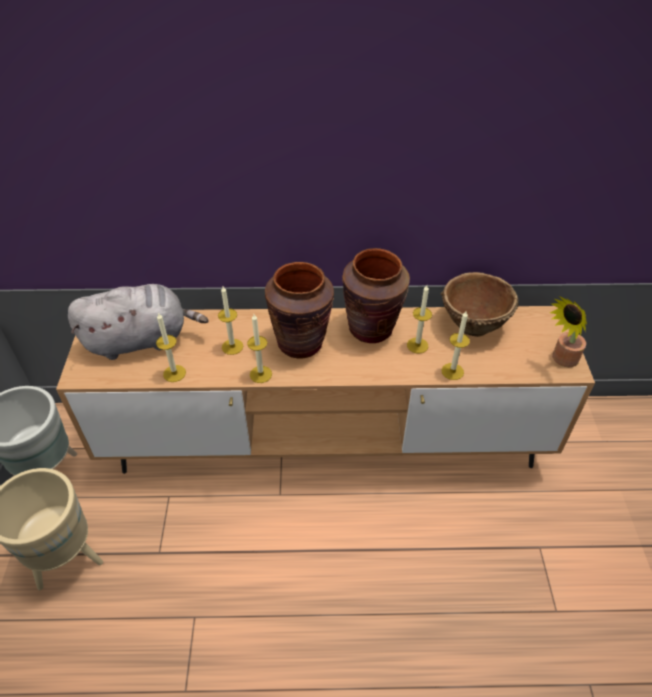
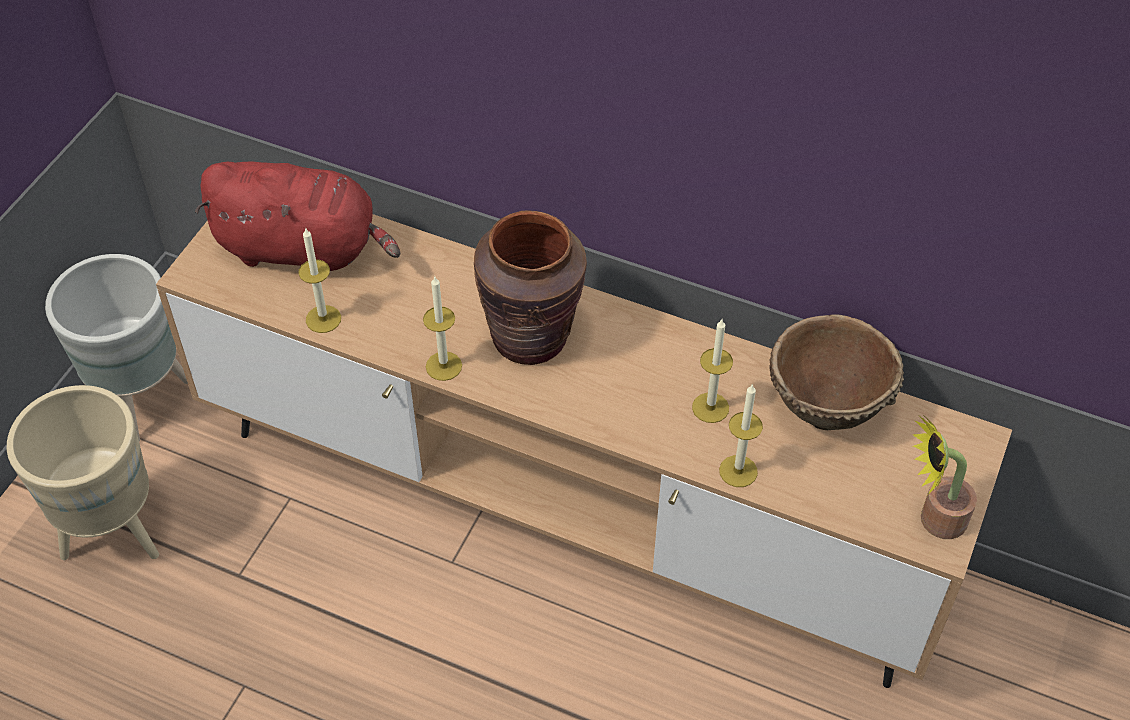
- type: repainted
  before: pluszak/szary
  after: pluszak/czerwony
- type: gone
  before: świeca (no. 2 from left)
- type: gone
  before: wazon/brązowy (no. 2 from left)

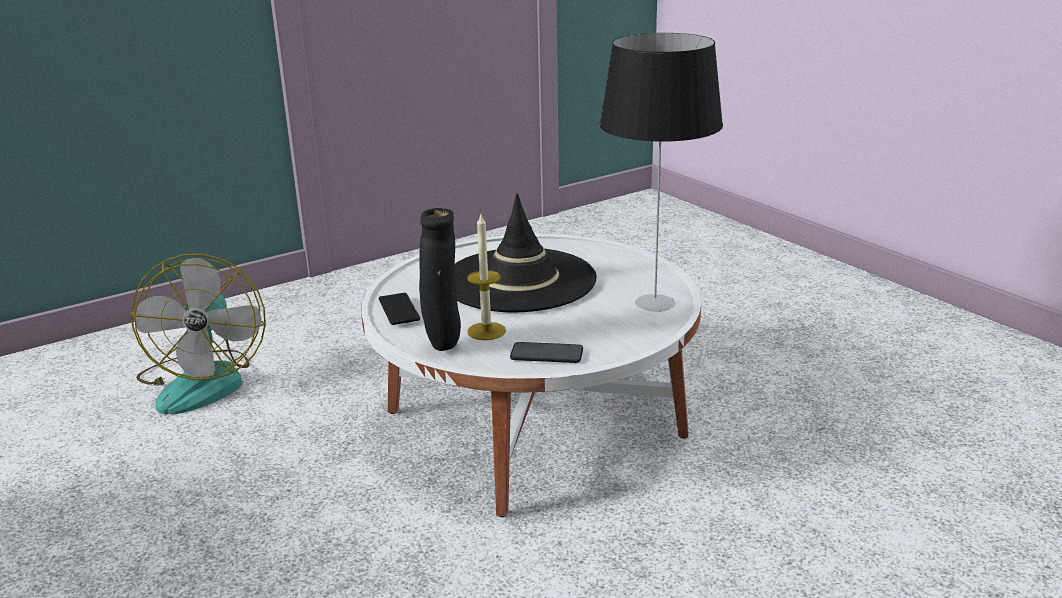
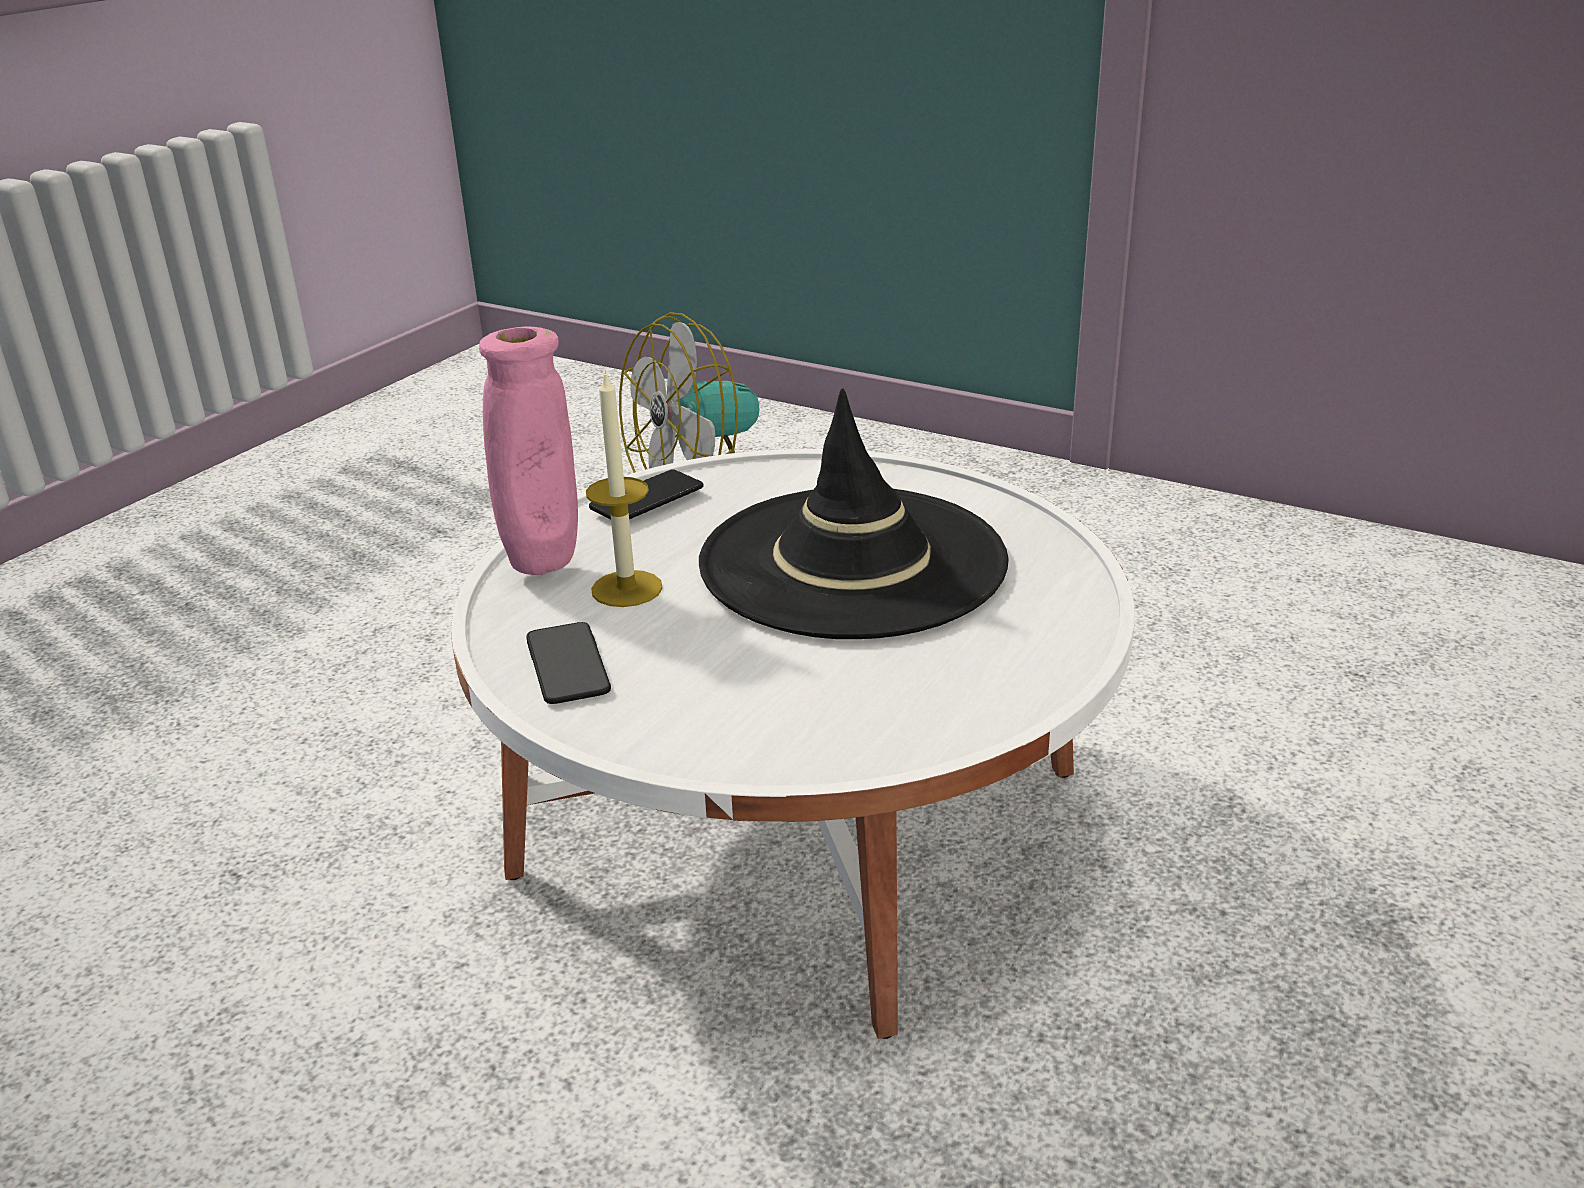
- type: repainted
  before: wazon/czarny
  after: wazon/różowy
- type: gone
  before: lampa stołowa

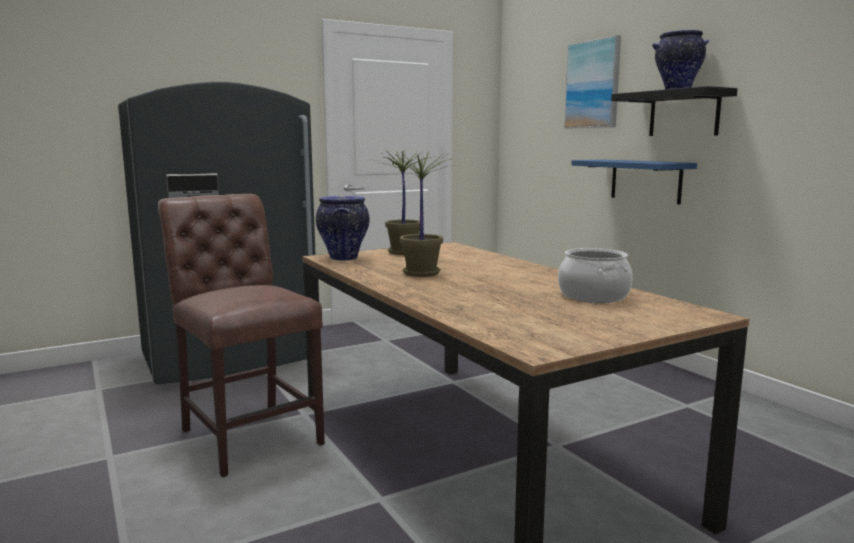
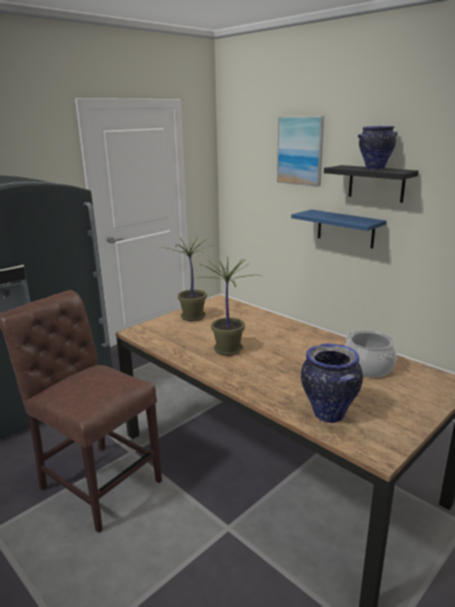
- type: shifted
  before: wazon (no. 1 from left)

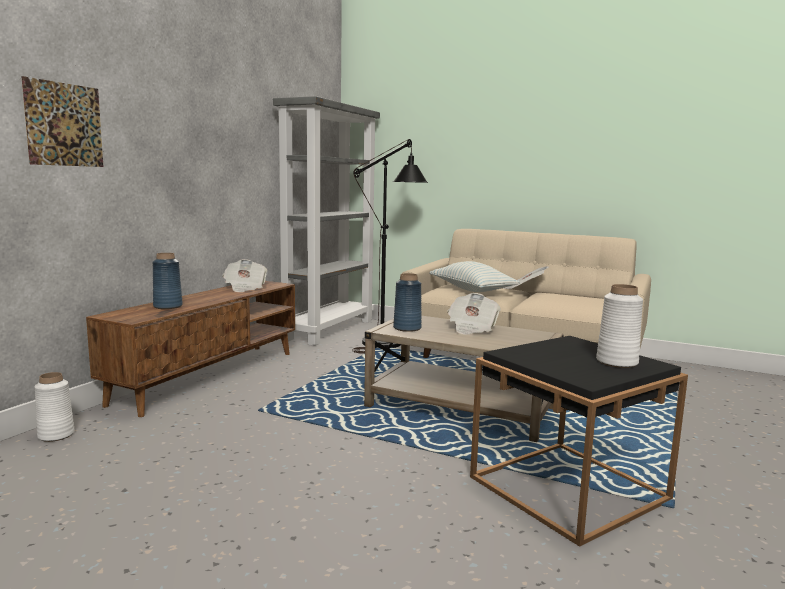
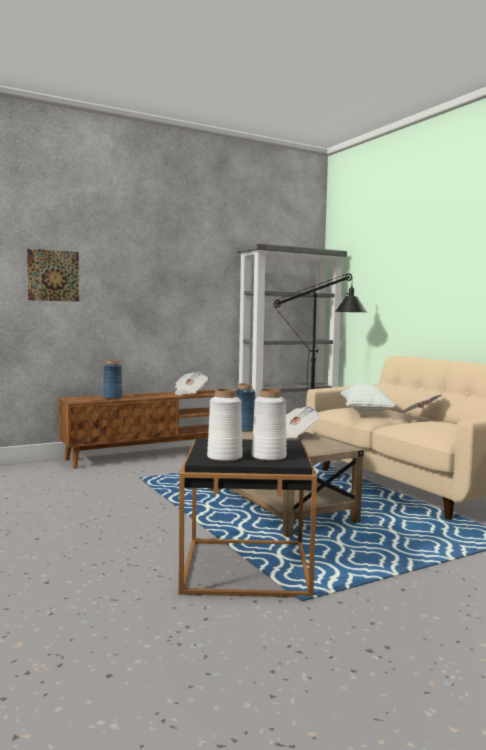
- type: shifted
  before: wazon/biały (no. 1 from left)

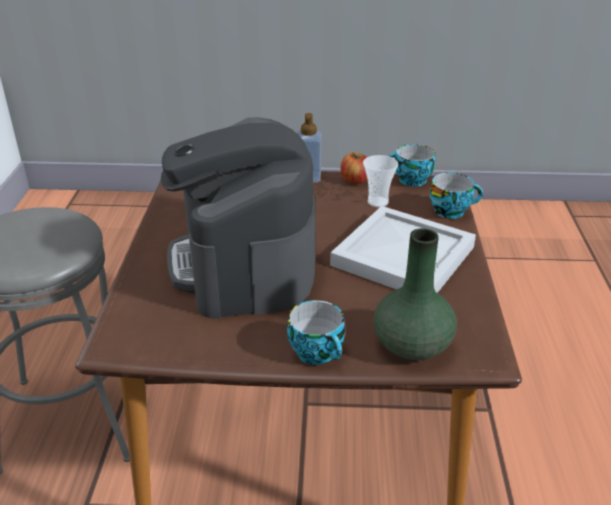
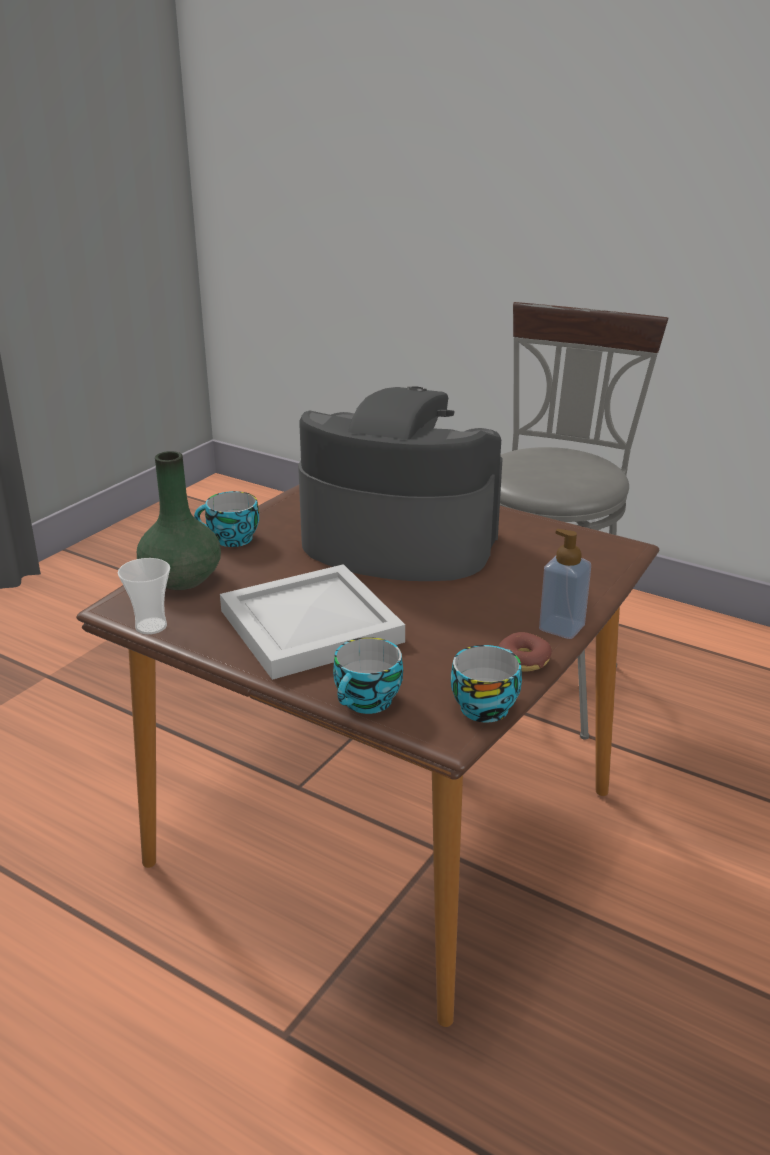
- type: swapped
  before: jabłko
  after: donut
- type: shifted
  before: filiżanka (no. 2 from left in the first image)
  after: filiżanka (no. 1 from left)

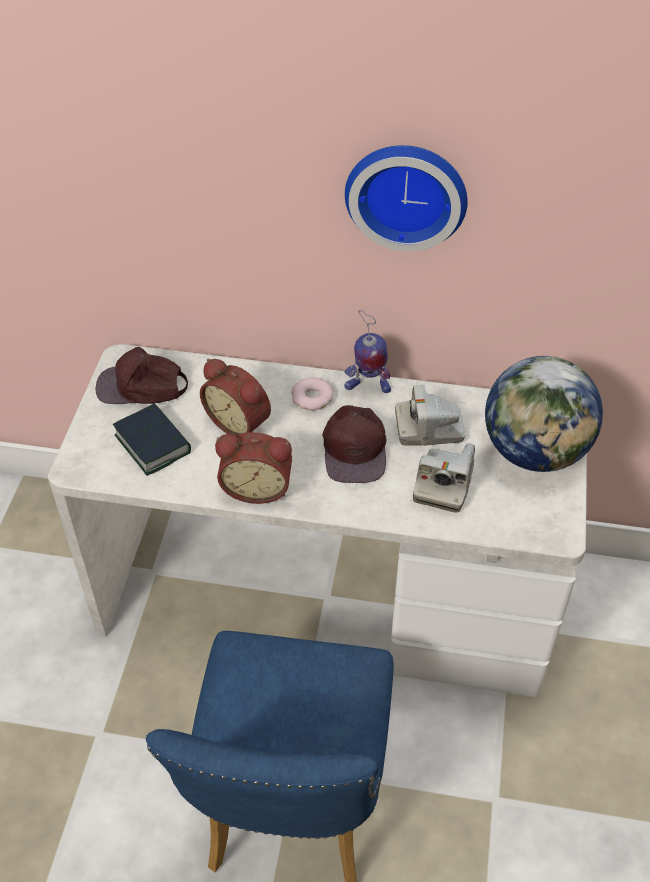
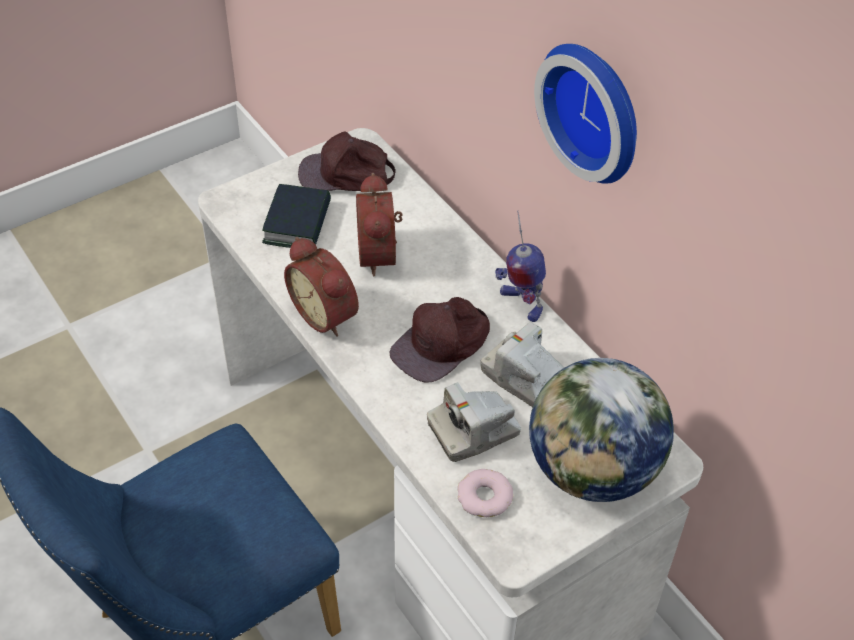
- type: rotated
  before: czapka z daszkiem/brązowy (no. 1 from left)
  turn: -45
- type: shifted
  before: donut

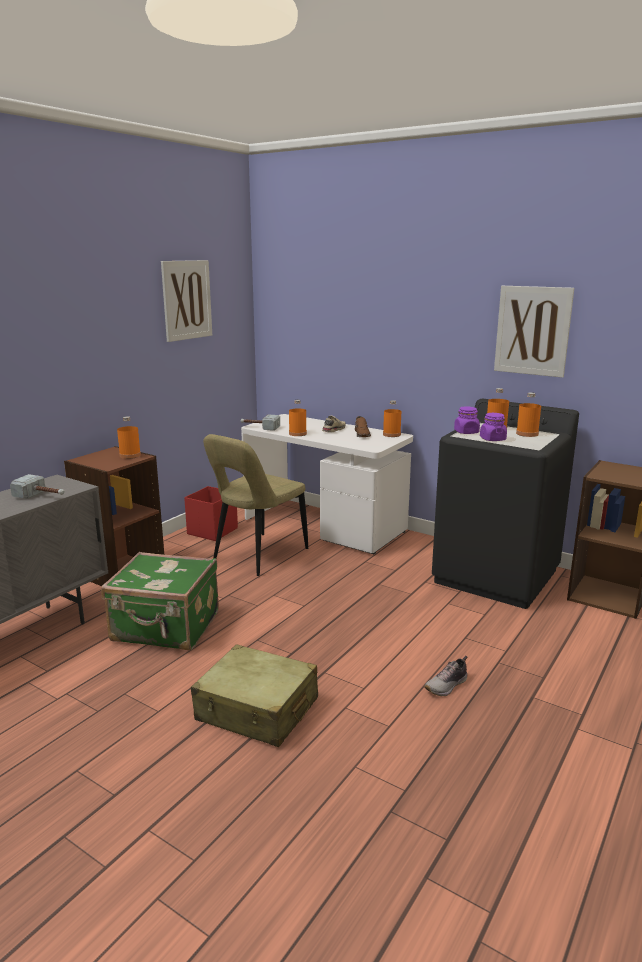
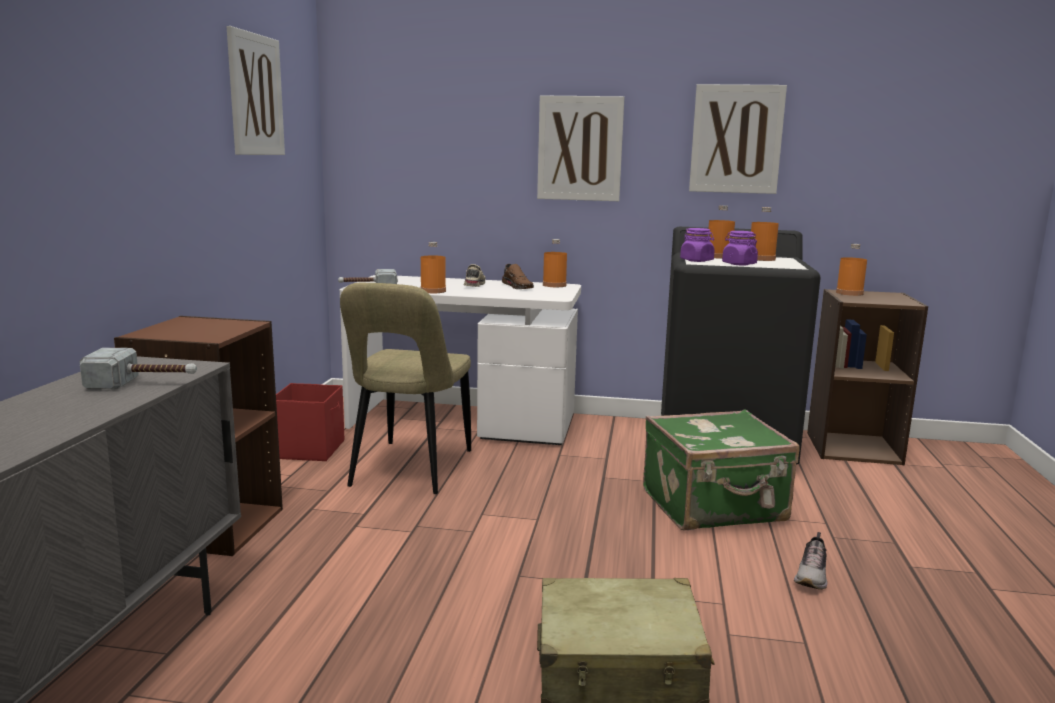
- type: shifted
  before: walizka/zielony
- type: shifted
  before: butelka/pomarańczowy (no. 1 from left in the first image)
  after: butelka/pomarańczowy (no. 5 from left)
- type: new
  after: obraz (no. 2 from left)

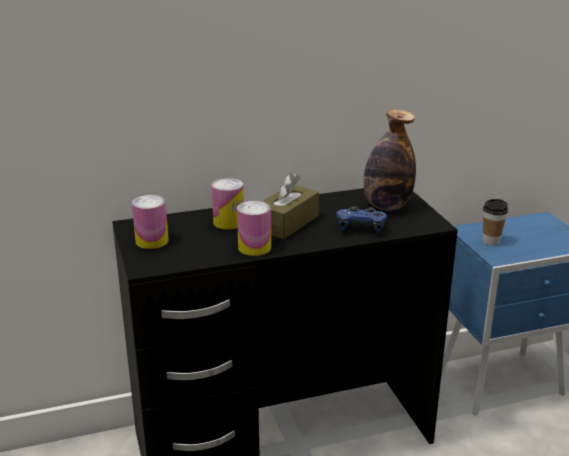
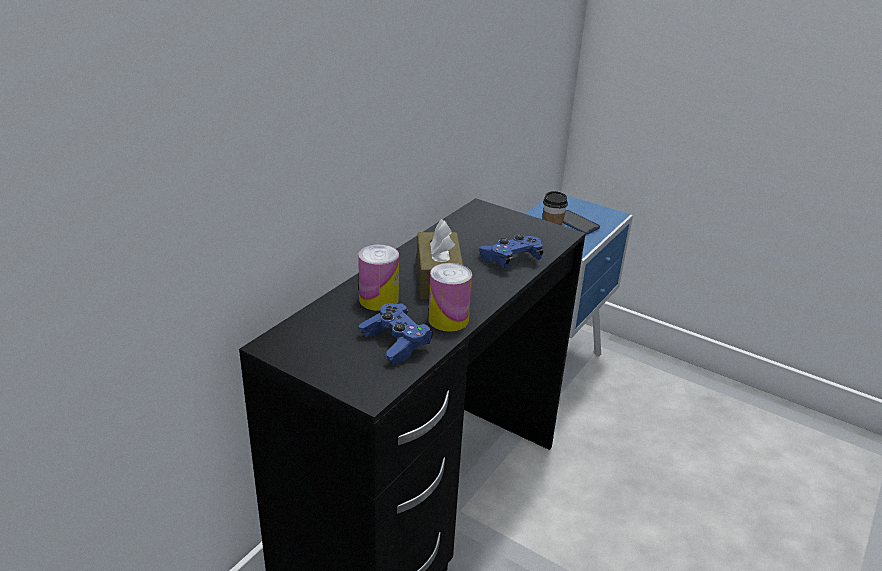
- type: gone
  before: puszka (no. 1 from left)
- type: gone
  before: butelka
- type: new
  after: pad do gier/niebieski (no. 1 from left)
- type: new
  after: telefon

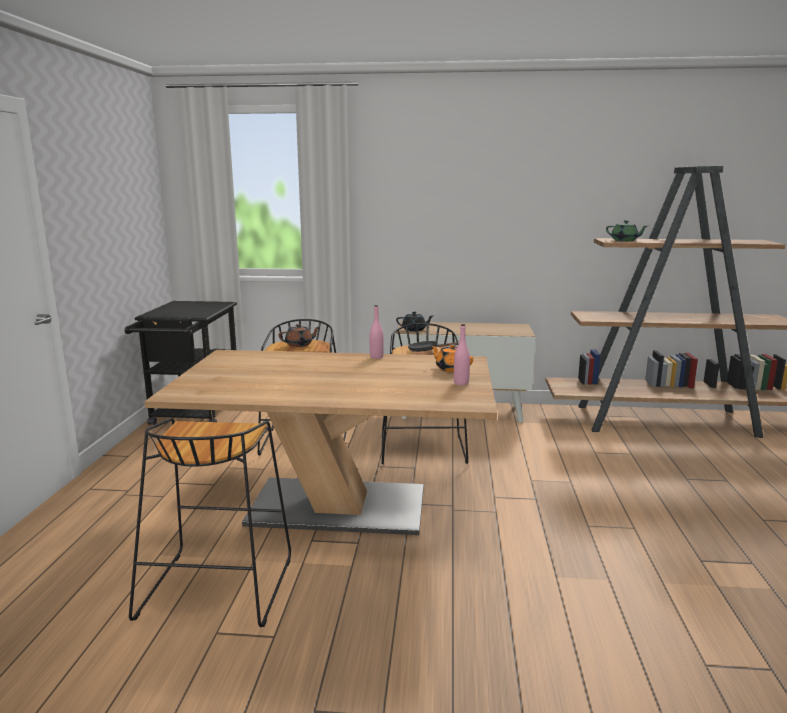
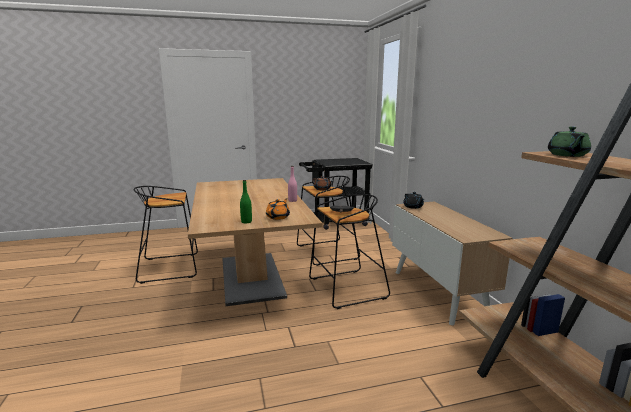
- type: repainted
  before: butelka/różowy (no. 2 from left)
  after: butelka/zielony

